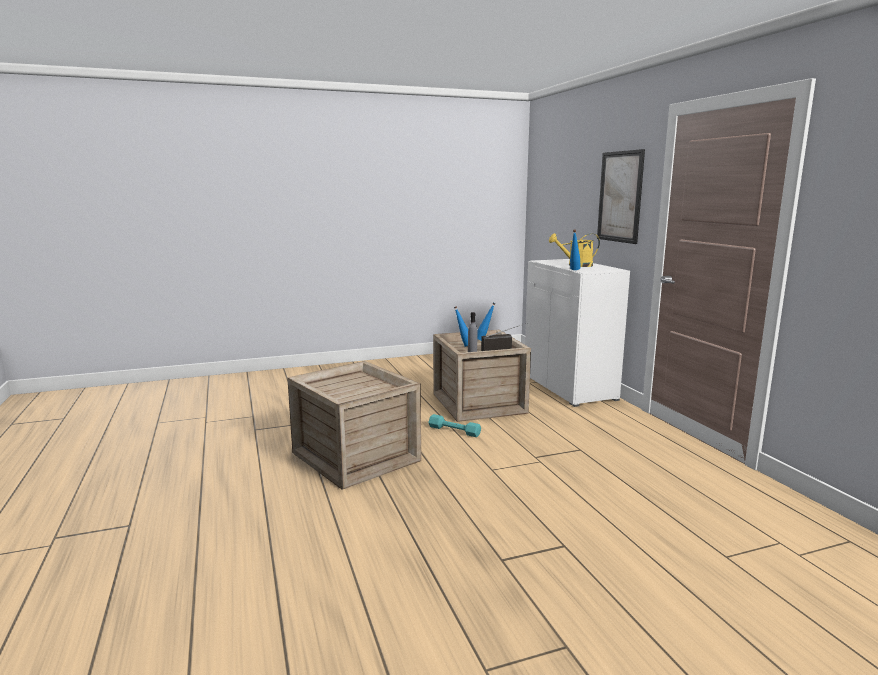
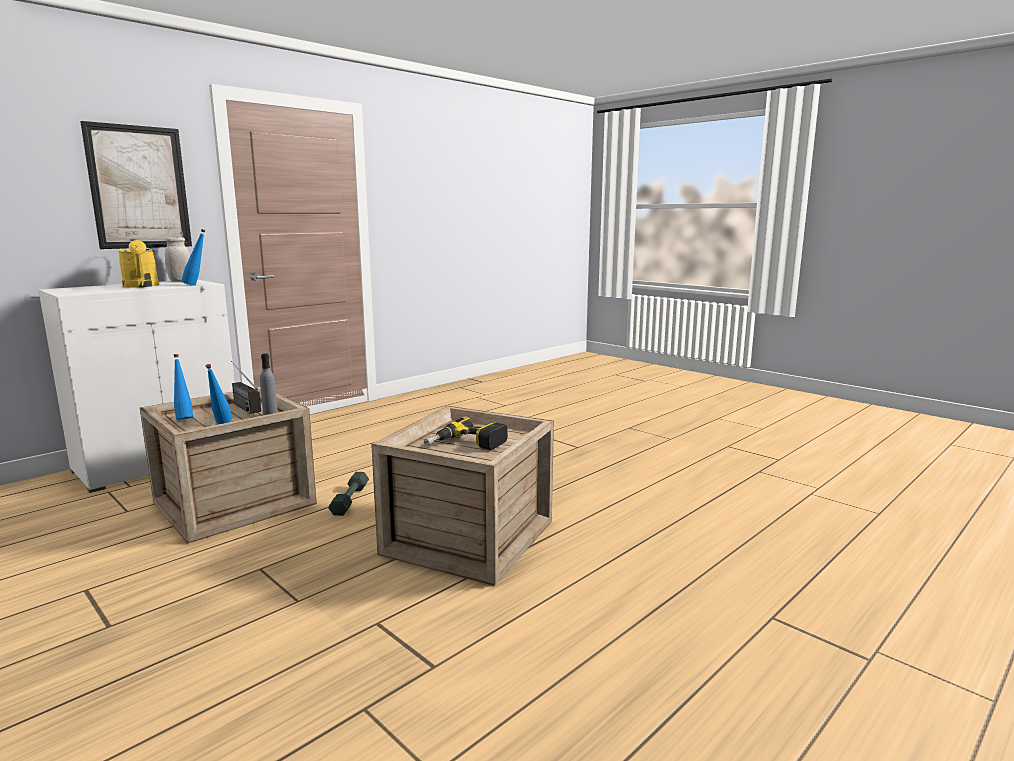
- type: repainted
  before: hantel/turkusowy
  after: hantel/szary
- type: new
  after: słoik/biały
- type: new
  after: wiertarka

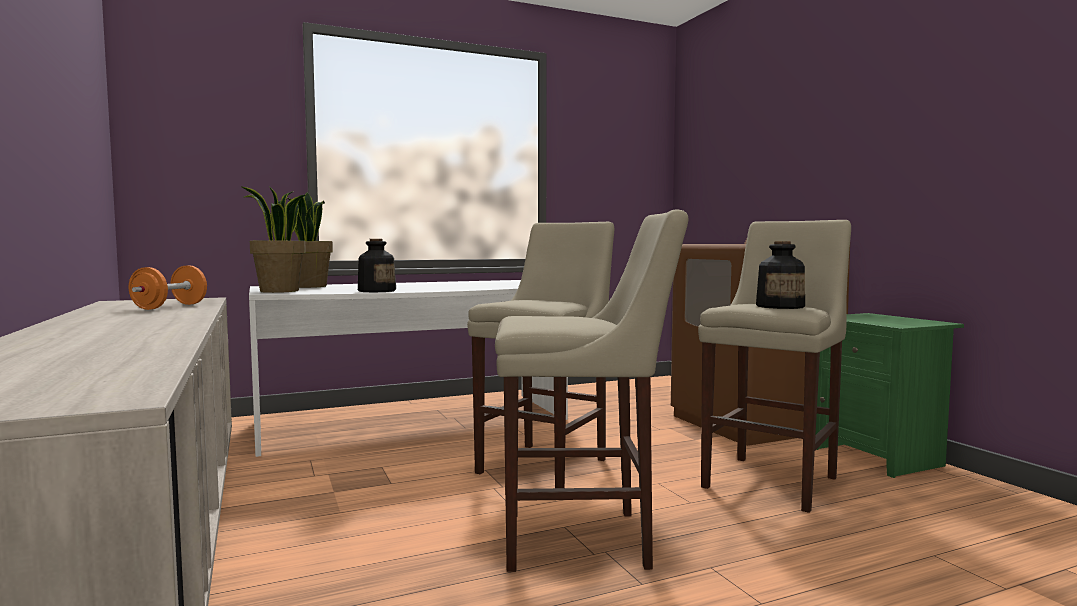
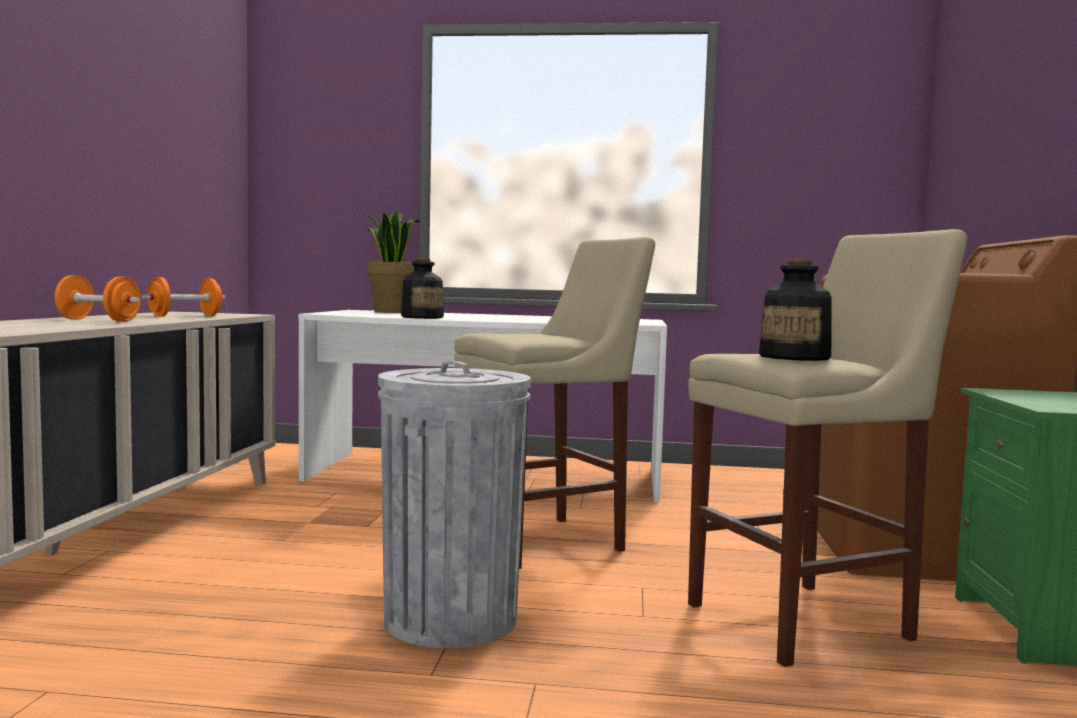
- type: gone
  before: roślina doniczkowa (no. 1 from left)
- type: swapped
  before: stołek/beżowy (no. 2 from left)
  after: kosz na śmieci/szary
- type: new
  after: hantel/pomarańczowy (no. 1 from left)

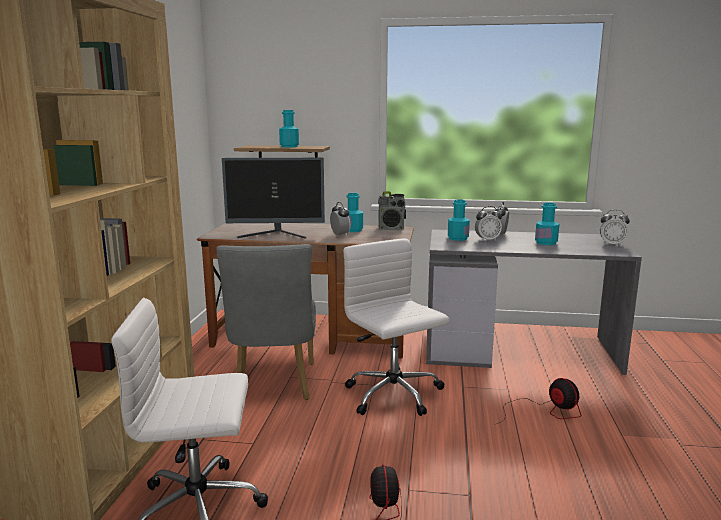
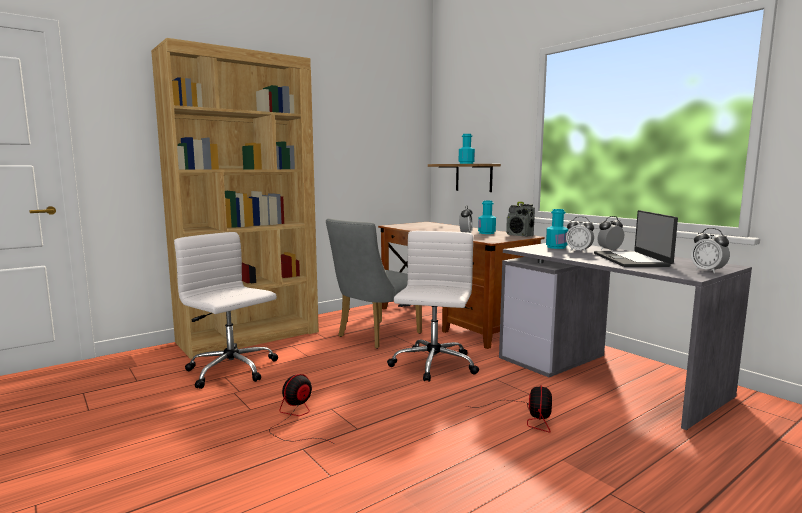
- type: gone
  before: monitor
- type: swapped
  before: butelka/turkusowy (no. 4 from left)
  after: laptop

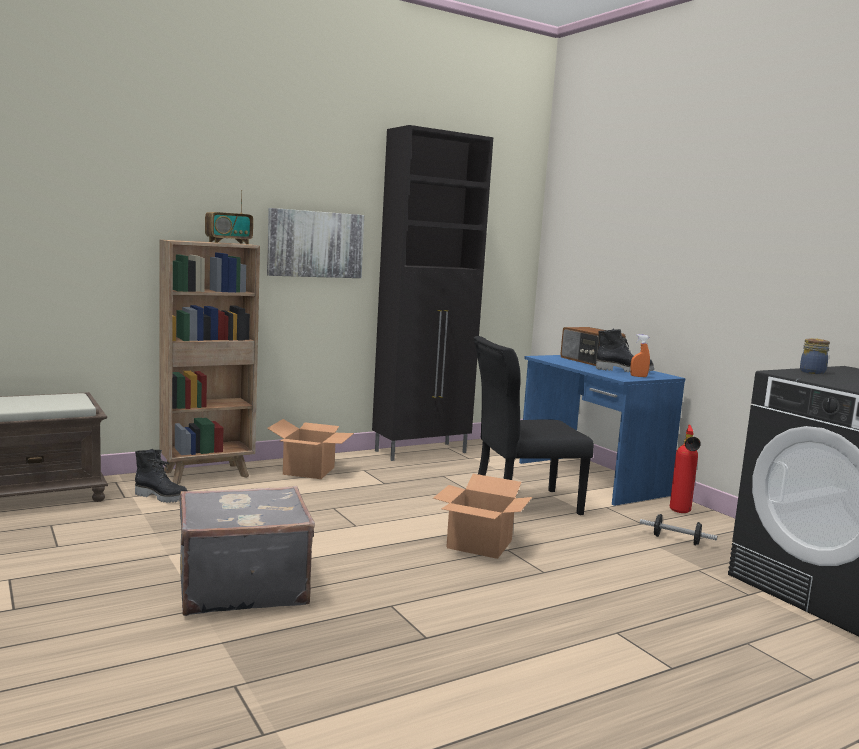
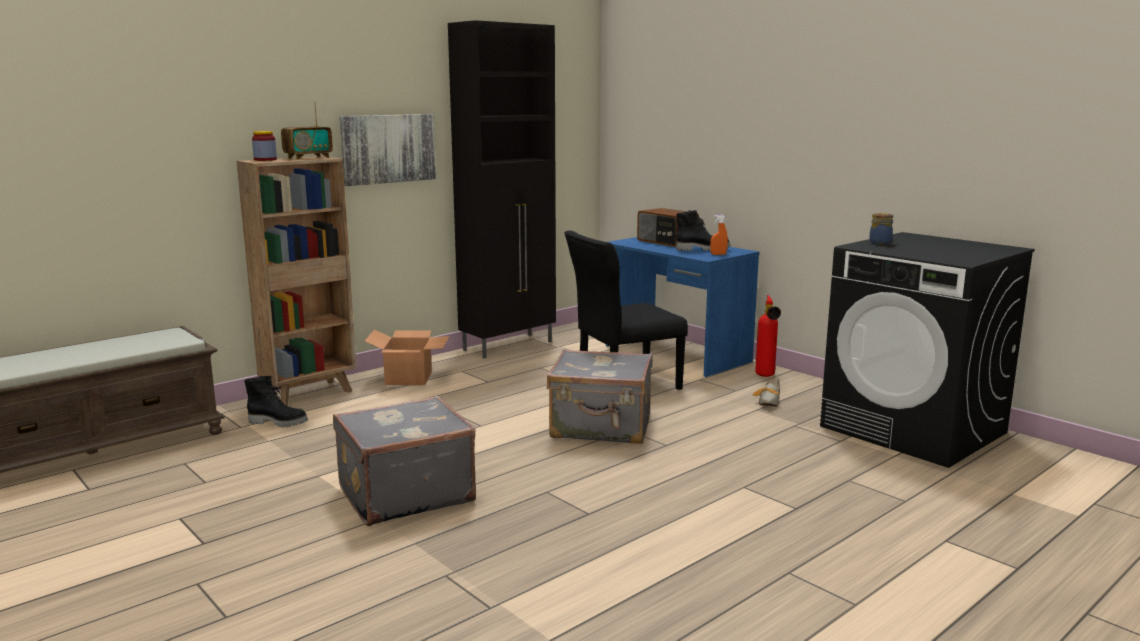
- type: swapped
  before: karton (no. 2 from left)
  after: walizka/szary (no. 2 from left)
- type: swapped
  before: hantel
  after: but
- type: new
  after: słoik (no. 1 from left)

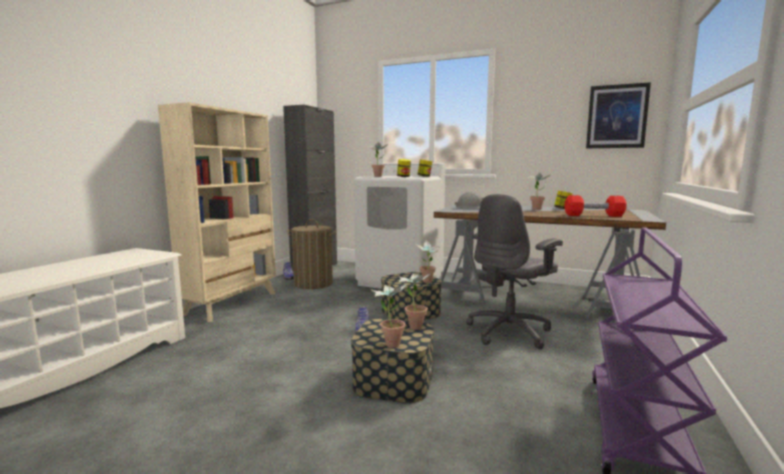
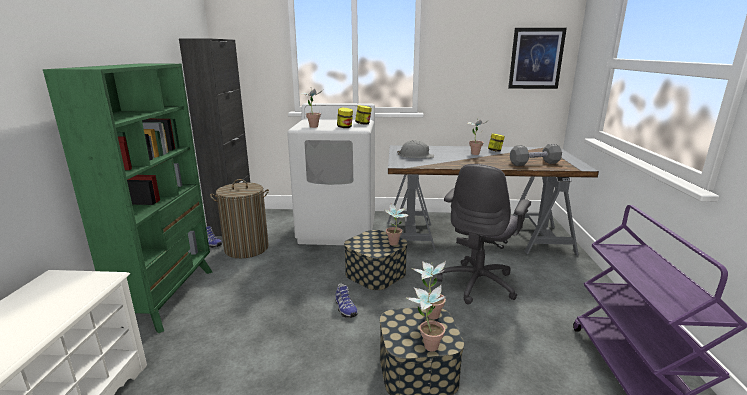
- type: repainted
  before: regał/beżowy
  after: regał/zielony
- type: repainted
  before: hantel/czerwony
  after: hantel/szary

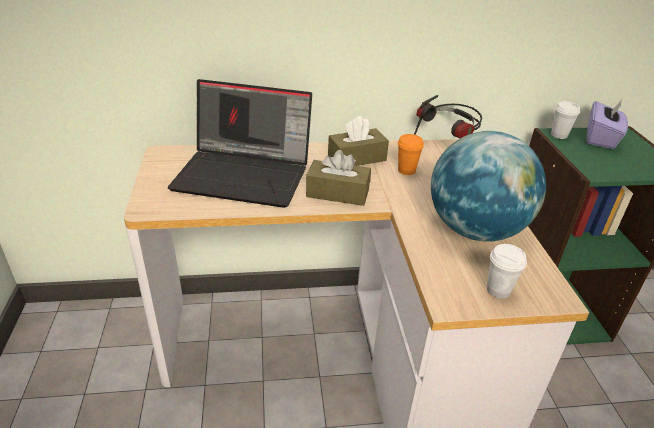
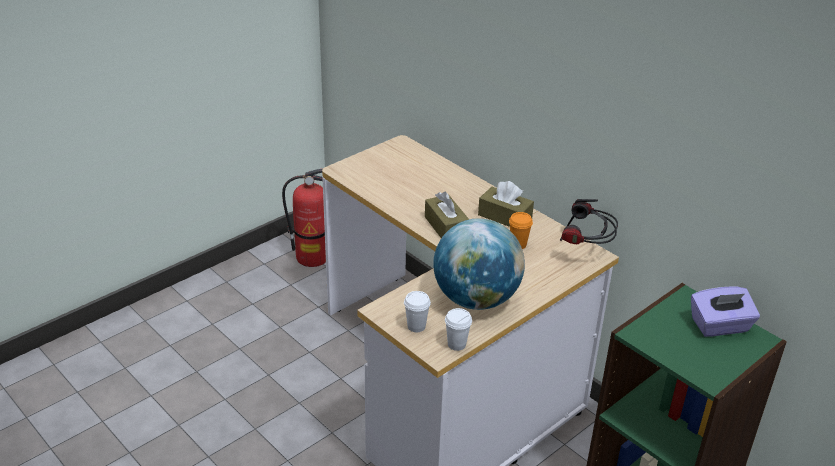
- type: gone
  before: laptop
- type: shifted
  before: filiżanka/biały (no. 2 from left)
- type: new
  after: gaśnica

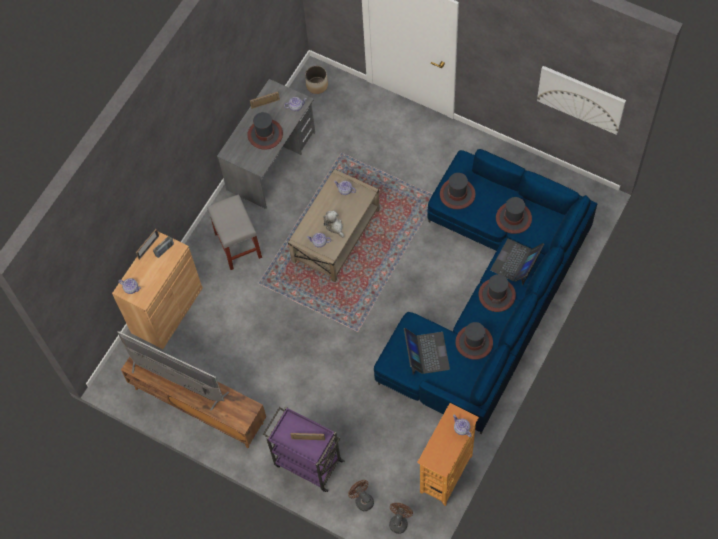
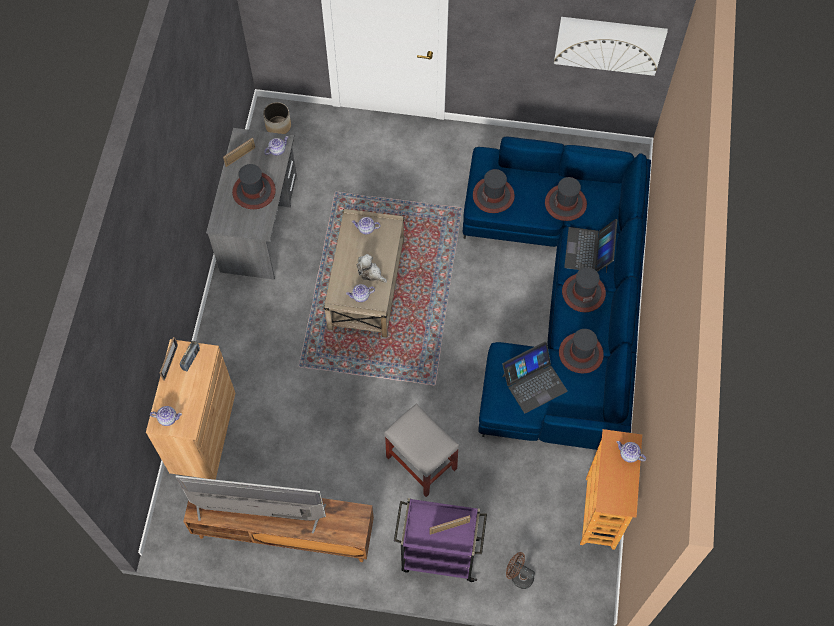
- type: shifted
  before: stołek/szary
- type: gone
  before: wentylator/brązowy (no. 2 from left)
- type: rotated
  before: laptop (no. 1 from left)
  turn: 90

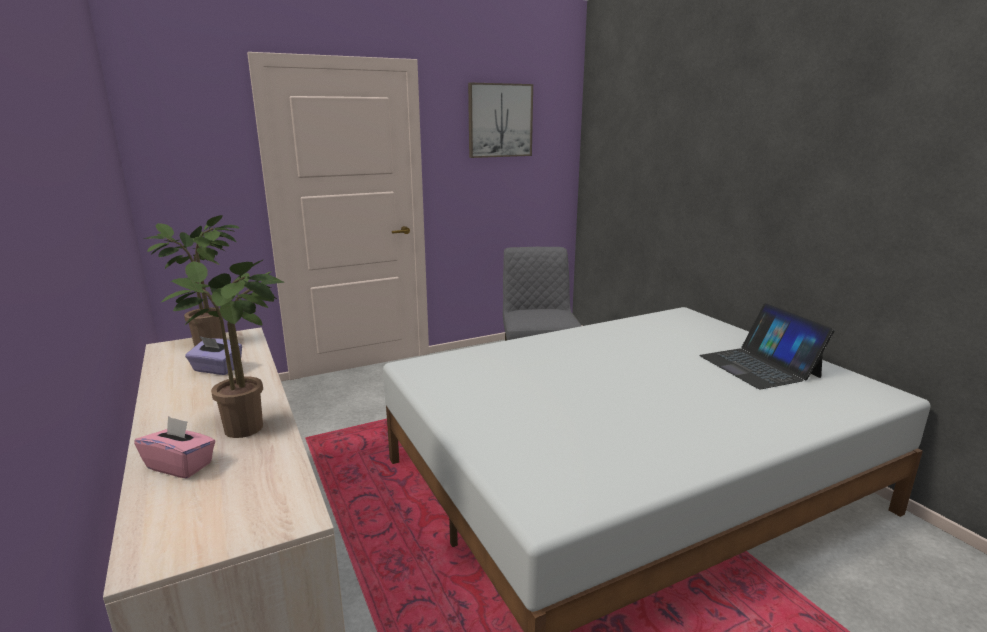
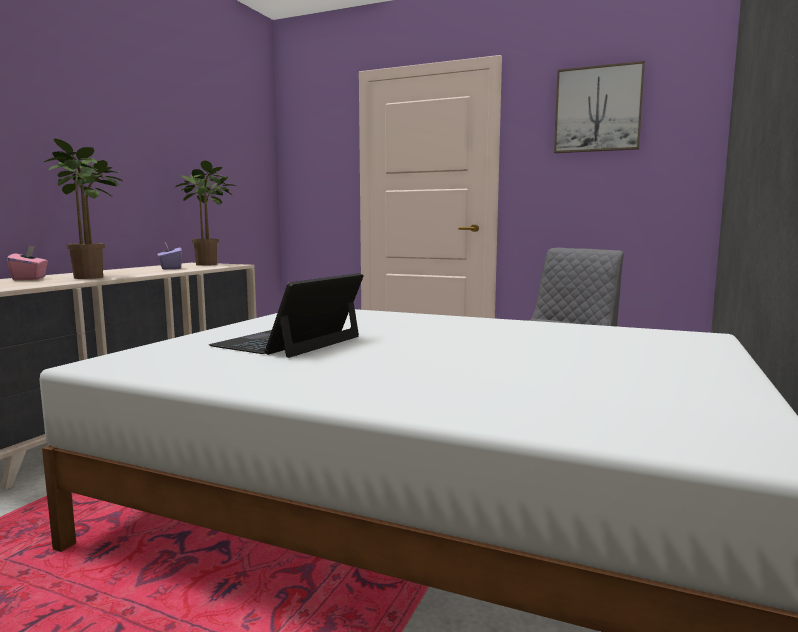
- type: shifted
  before: laptop

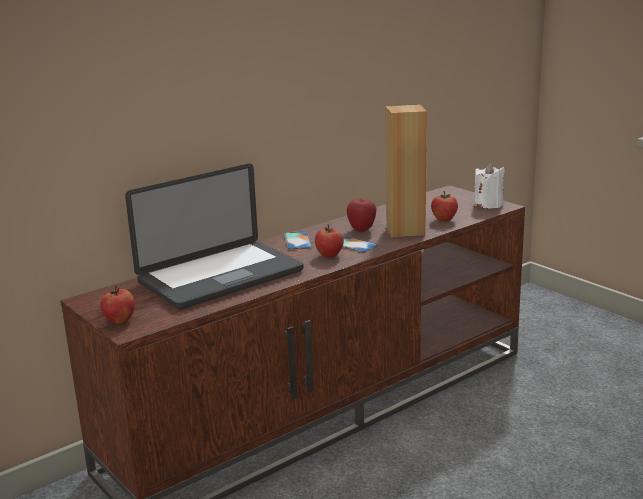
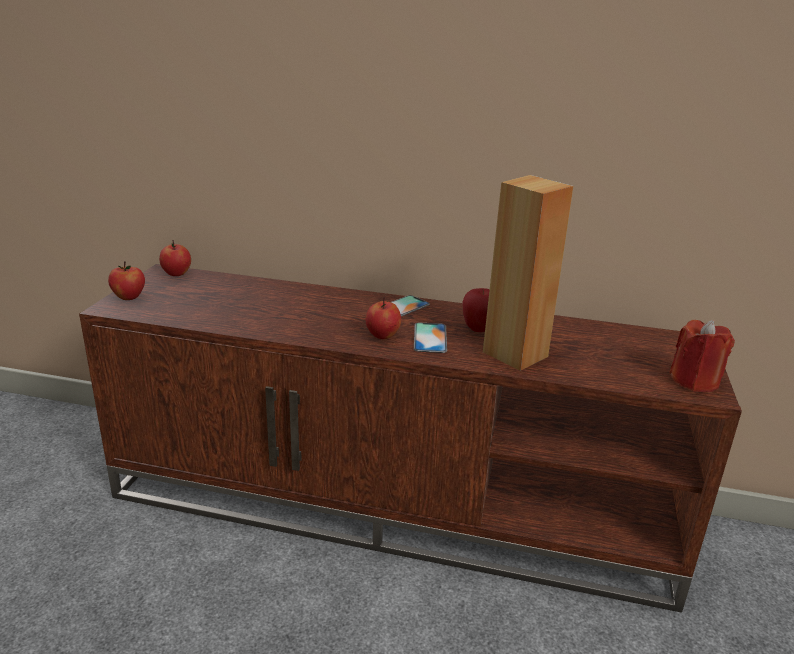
- type: gone
  before: laptop
- type: shifted
  before: jabłko (no. 4 from left in the first image)
  after: jabłko (no. 2 from left)
- type: repainted
  before: świeca/biały
  after: świeca/czerwony

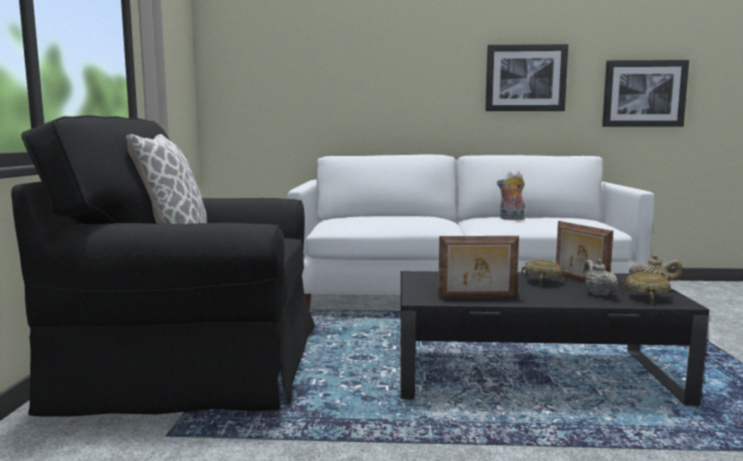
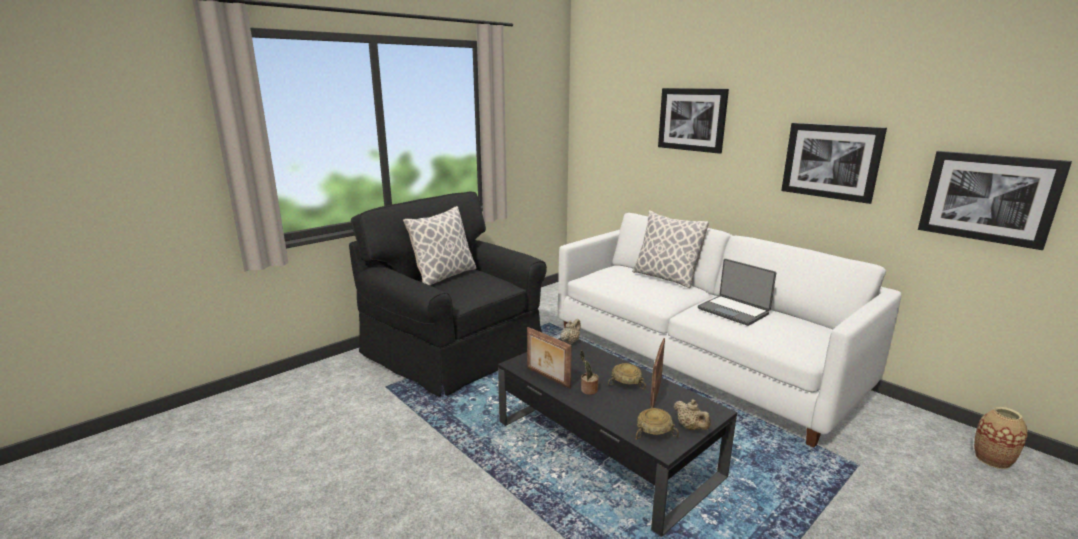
- type: swapped
  before: pluszak
  after: laptop
- type: shifted
  before: imbryk/beżowy (no. 1 from left)
- type: new
  after: roślina doniczkowa
- type: new
  after: poduszka (no. 2 from left)
- type: new
  after: obraz (no. 1 from left)
- type: new
  after: wazon

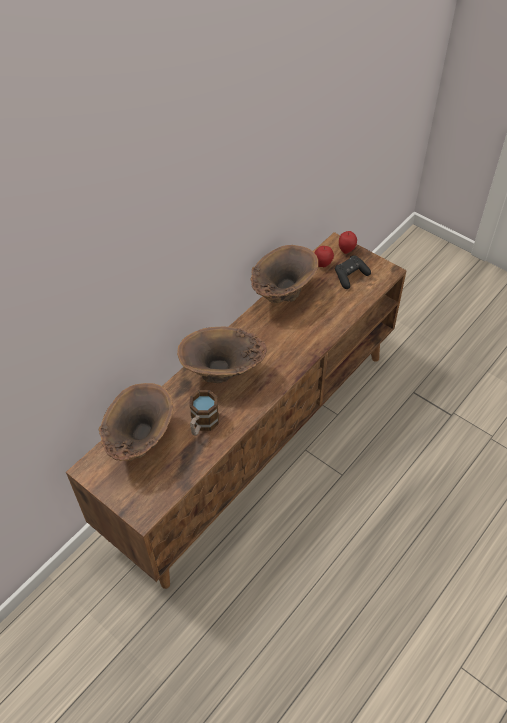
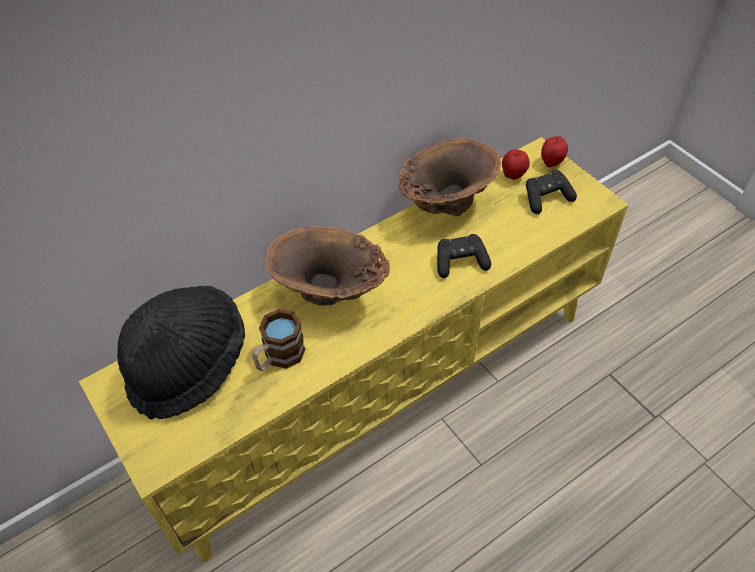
- type: repainted
  before: szafka pod telewizor/brązowy
  after: szafka pod telewizor/żółty
- type: swapped
  before: wazon/brązowy (no. 1 from left)
  after: kapelusz/czarny
- type: new
  after: pad do gier/czarny (no. 1 from left)

